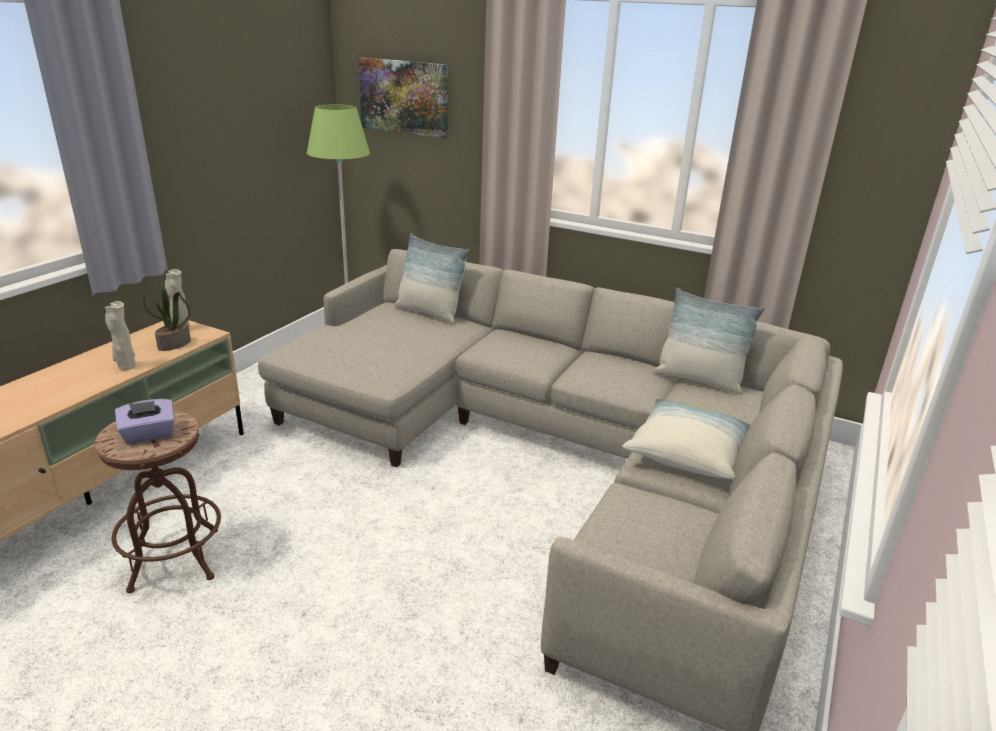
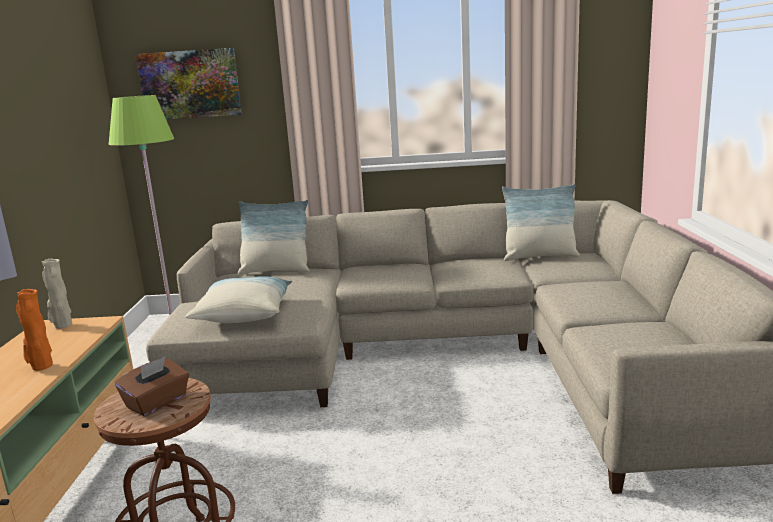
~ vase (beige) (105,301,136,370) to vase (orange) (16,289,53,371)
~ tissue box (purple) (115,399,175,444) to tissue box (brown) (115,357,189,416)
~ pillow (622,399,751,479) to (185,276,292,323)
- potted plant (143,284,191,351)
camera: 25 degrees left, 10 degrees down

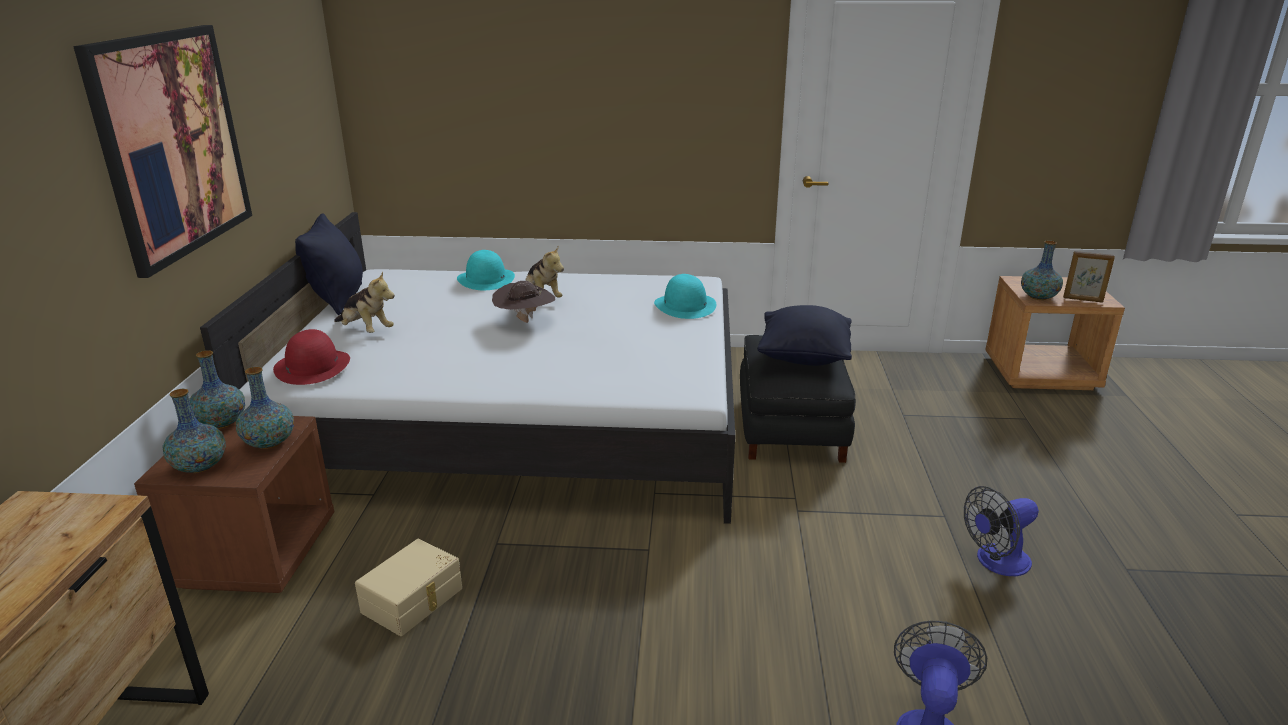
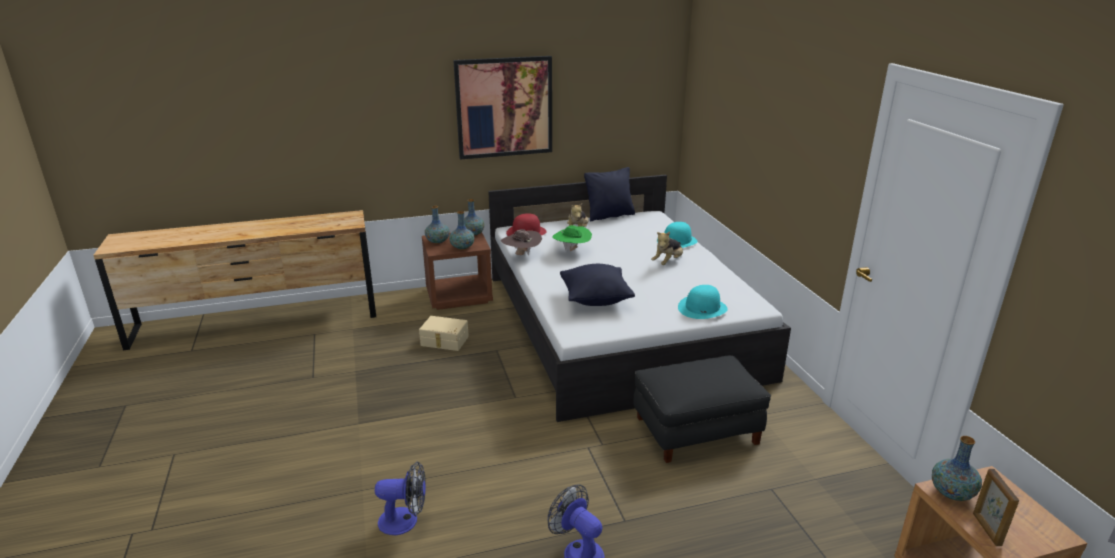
~ hat (brown) (492,281,555,323) to (501,229,542,256)
+ hat (green) (552,225,592,251)
~ pillow (black) (757,305,852,366) to (560,264,635,306)
camera: 70 degrees right, 0 degrees up

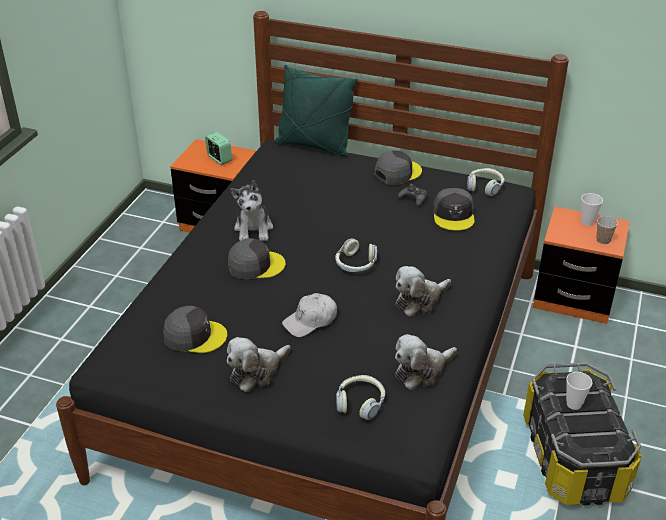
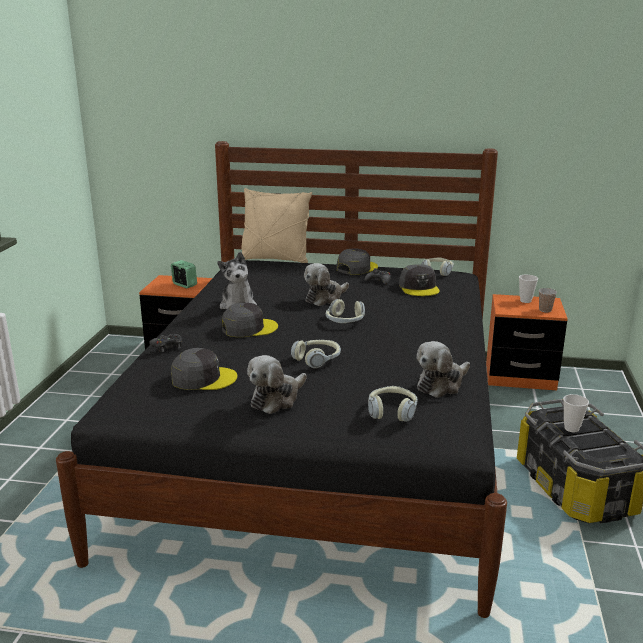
+ game controller (black) (150,334,182,352)
~ pillow (green) (275,65,358,157) to pillow (beige) (241,188,312,263)
~ cap (white) (282,293,337,337) to headphones (291,340,341,368)
~ plush toy (395,266,451,317) to (304,263,349,306)
camera: 10 degrees left, 15 degrees down

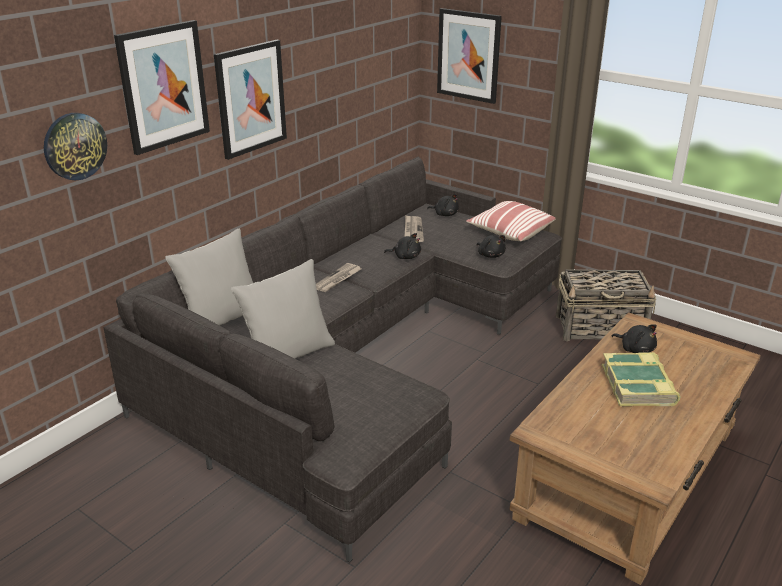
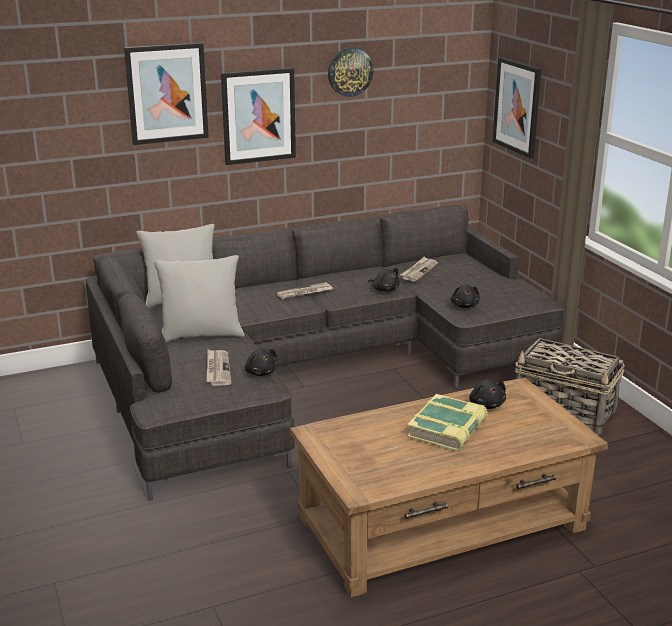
+ newspaper (207,349,232,386)
~ plush toy (black) (427,194,459,216) to (245,349,278,376)
~ wall clock (44,113,107,181) to (328,47,374,97)
- pillow (466,201,556,241)
camera: 30 degrees right, 5 degrees down

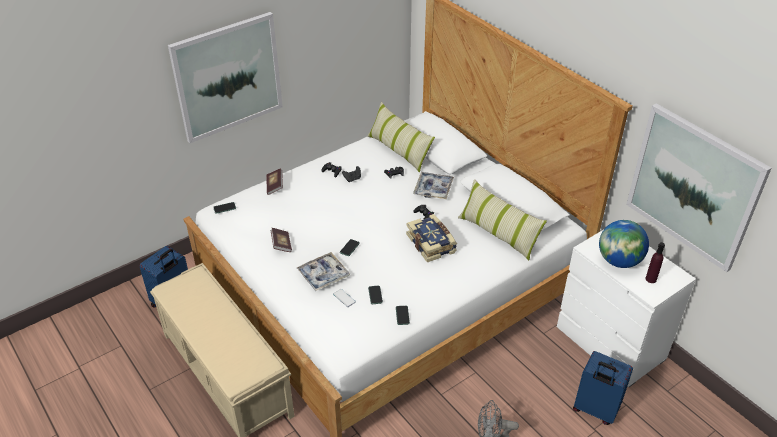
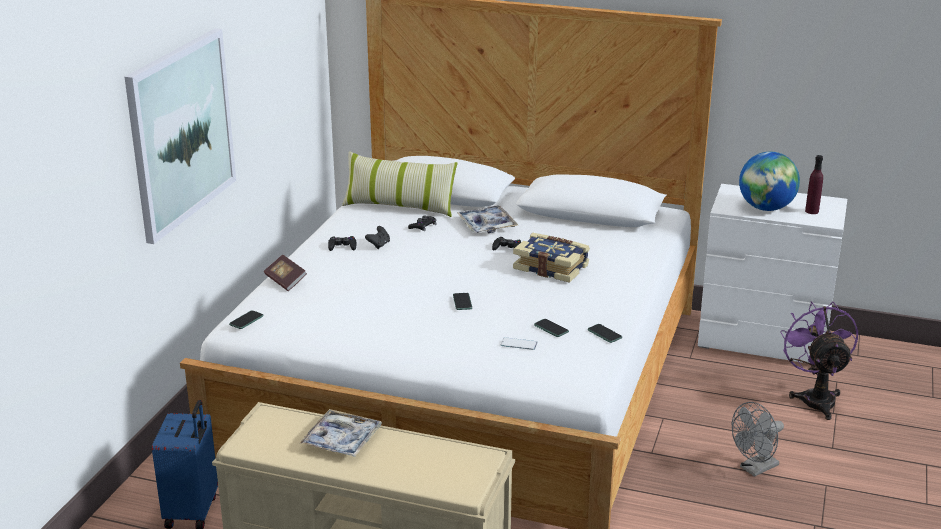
~ tray (297,252,350,291) to (300,409,382,457)
~ suitcase (blue) (573,351,633,425) to fan (purple) (780,301,858,420)
- book (271,228,292,252)
- pillow (458,179,547,260)
- picture (626,103,772,272)
camera: 35 degrees left, 15 degrees down

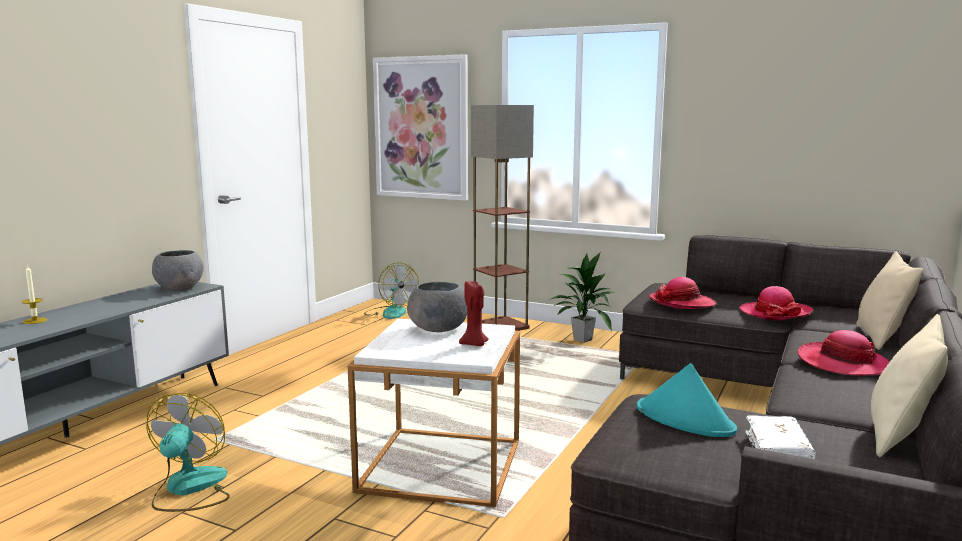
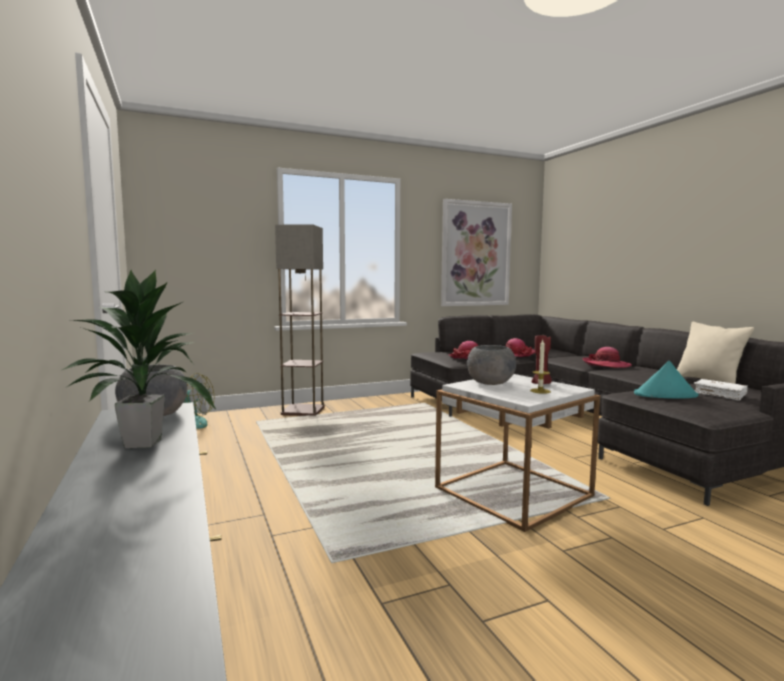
~ potted plant (549,252,615,343) to (62,270,216,448)
~ picture (373,54,468,201) to (441,199,512,306)
~ candle (22,264,47,324) to (530,340,551,394)
- fan (147,393,230,512)
- pillow (beige) (856,251,923,350)
camera: 50 degrees left, 5 degrees down

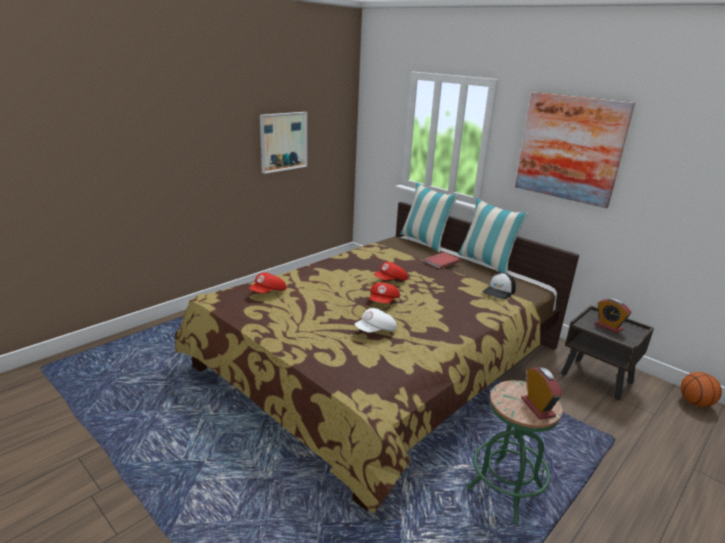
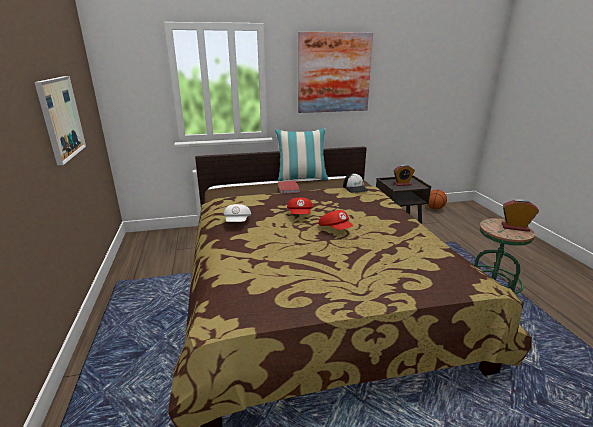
~ cap (white) (355,308,397,333) to (224,204,251,222)
- cap (red) (249,273,287,293)
- pillow (400,182,459,252)
camera: 55 degrees left, 0 degrees up

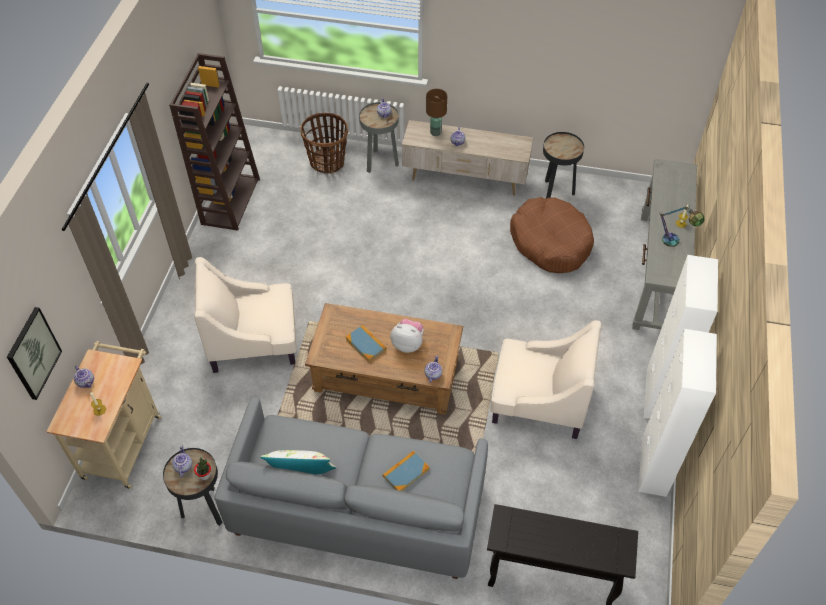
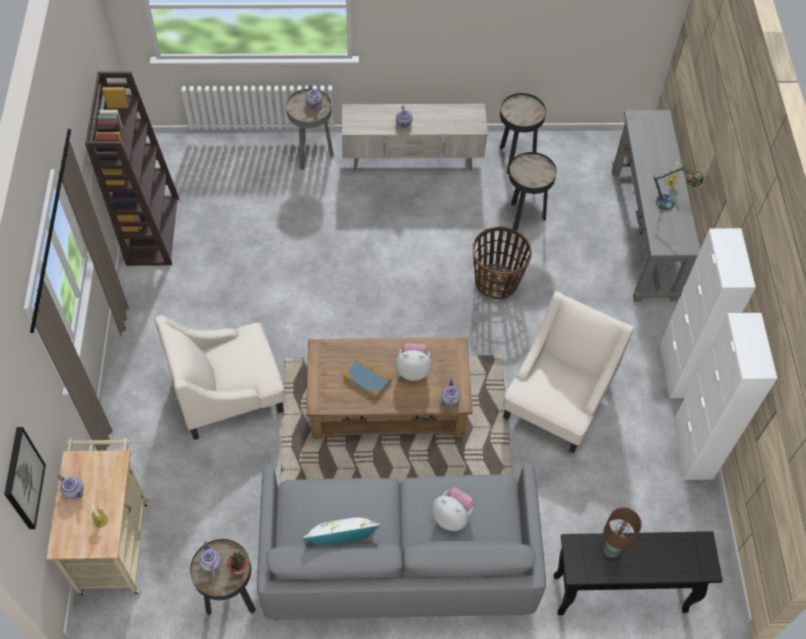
~ book (383,451,430,491) to plush toy (432,488,475,531)
~ basket (300,113,348,174) to (473,227,532,300)
~ armchair (beige) (490,320,602,439) = (503,291,634,454) 60 degrees counterclockwise
~ dog bed (brown) (510,197,594,273) to side table (black) (509,152,557,230)
~ table lamp (brown) (426,89,447,136) to (603,507,642,558)
camera: 15 degrees left, 5 degrees up

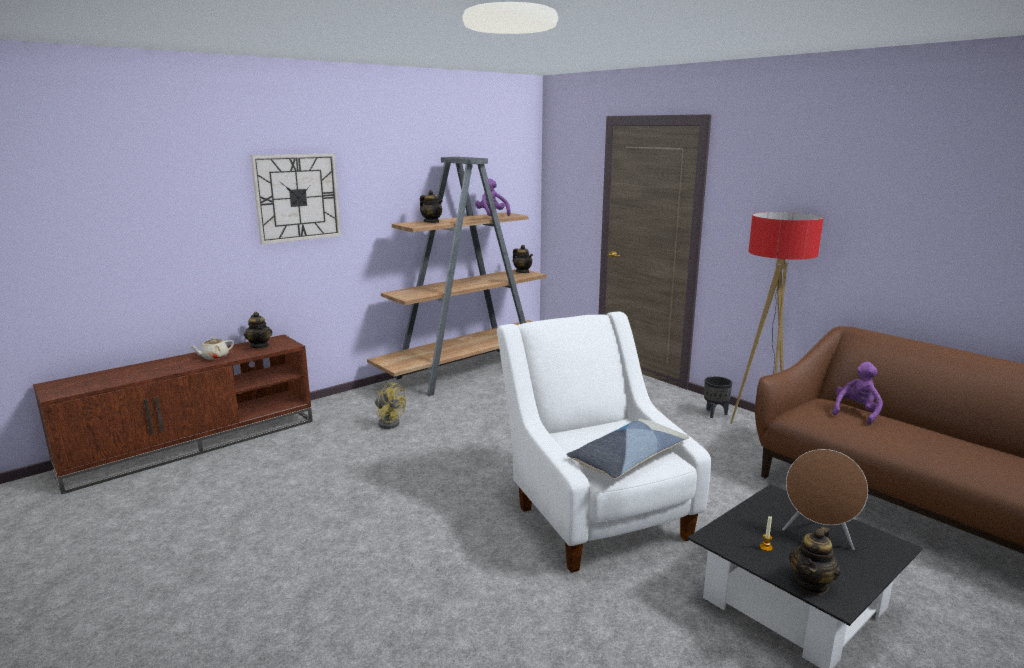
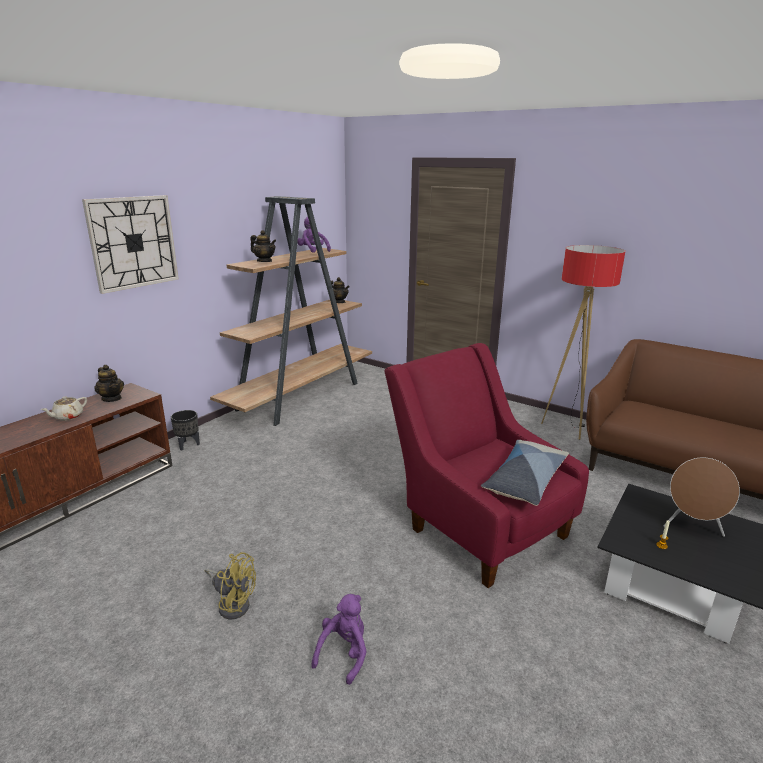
~ planter (black) (704,376,732,418) to (171,410,200,450)
~ fan (yellow) (375,382,406,429) to (205,552,256,620)
~ plush toy (purple) (832,362,883,425) to (311,594,367,685)
~ armchair (white) (497,311,711,573) to armchair (red) (384,343,589,588)
- teapot (789,526,840,595)
camera: 15 degrees left, 5 degrees up

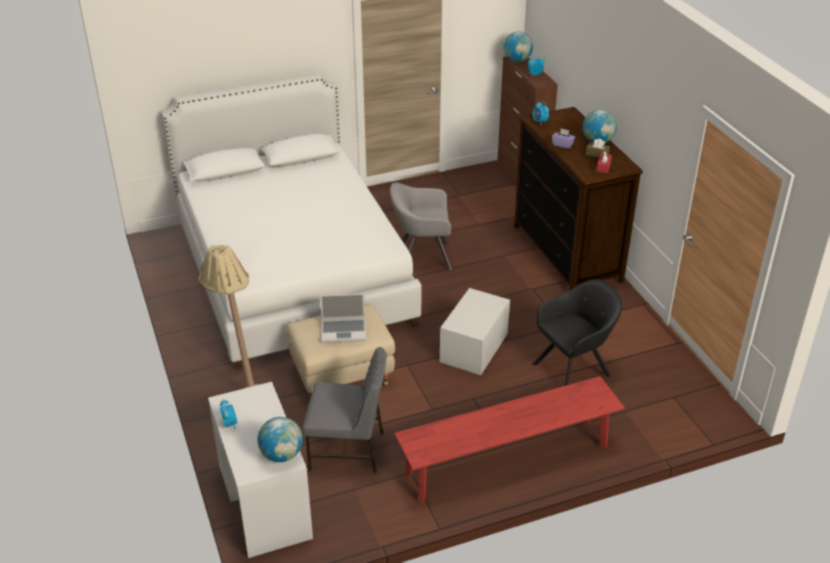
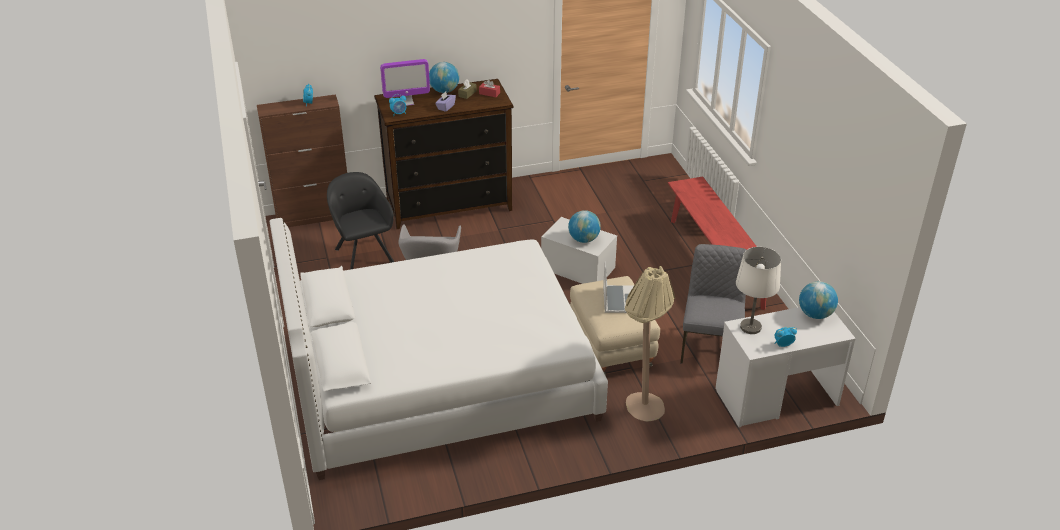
~ armchair (black) (532,279,622,386) to (327,172,394,270)
+ monitor (380,59,430,106)
~ globe (503,31,533,62) to (568,210,601,243)
+ table lamp (white) (736,247,781,334)
camera: 85 degrees left, 0 degrees up

